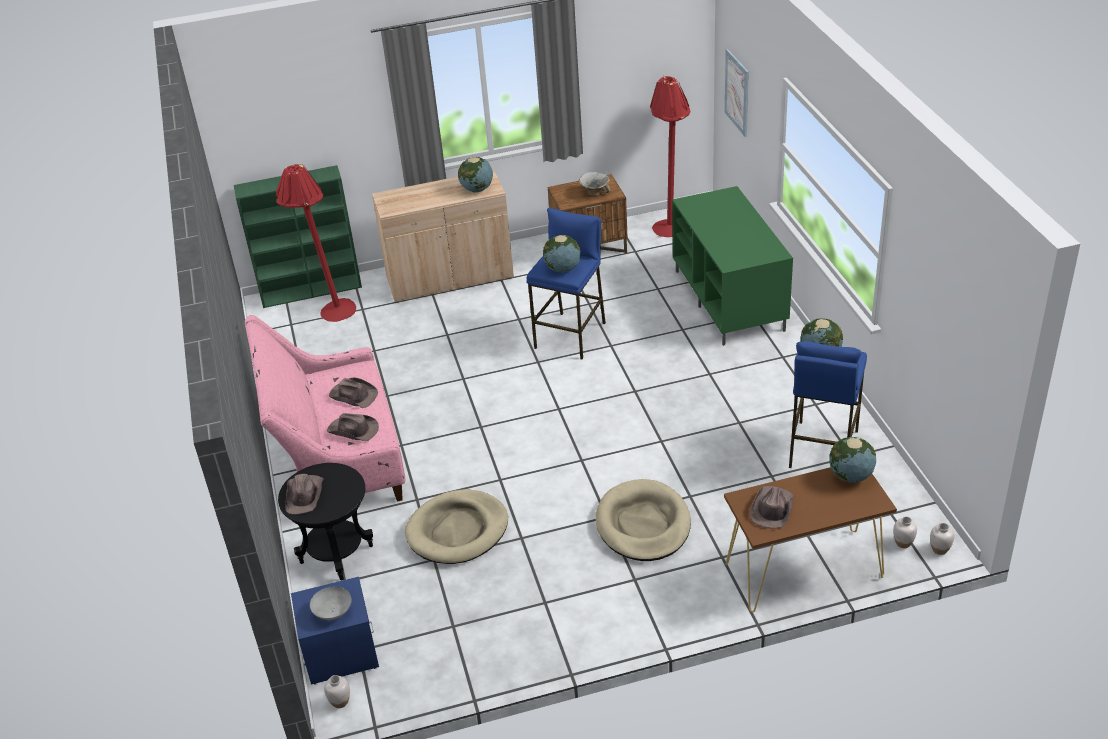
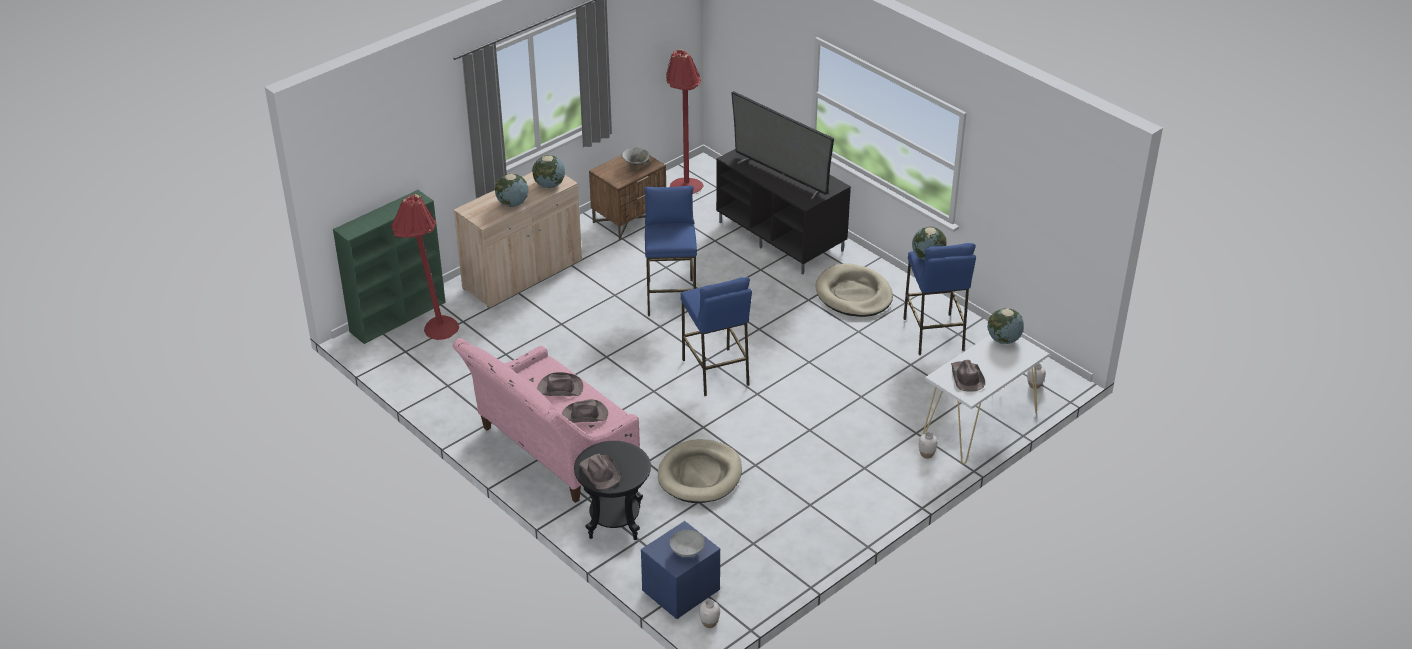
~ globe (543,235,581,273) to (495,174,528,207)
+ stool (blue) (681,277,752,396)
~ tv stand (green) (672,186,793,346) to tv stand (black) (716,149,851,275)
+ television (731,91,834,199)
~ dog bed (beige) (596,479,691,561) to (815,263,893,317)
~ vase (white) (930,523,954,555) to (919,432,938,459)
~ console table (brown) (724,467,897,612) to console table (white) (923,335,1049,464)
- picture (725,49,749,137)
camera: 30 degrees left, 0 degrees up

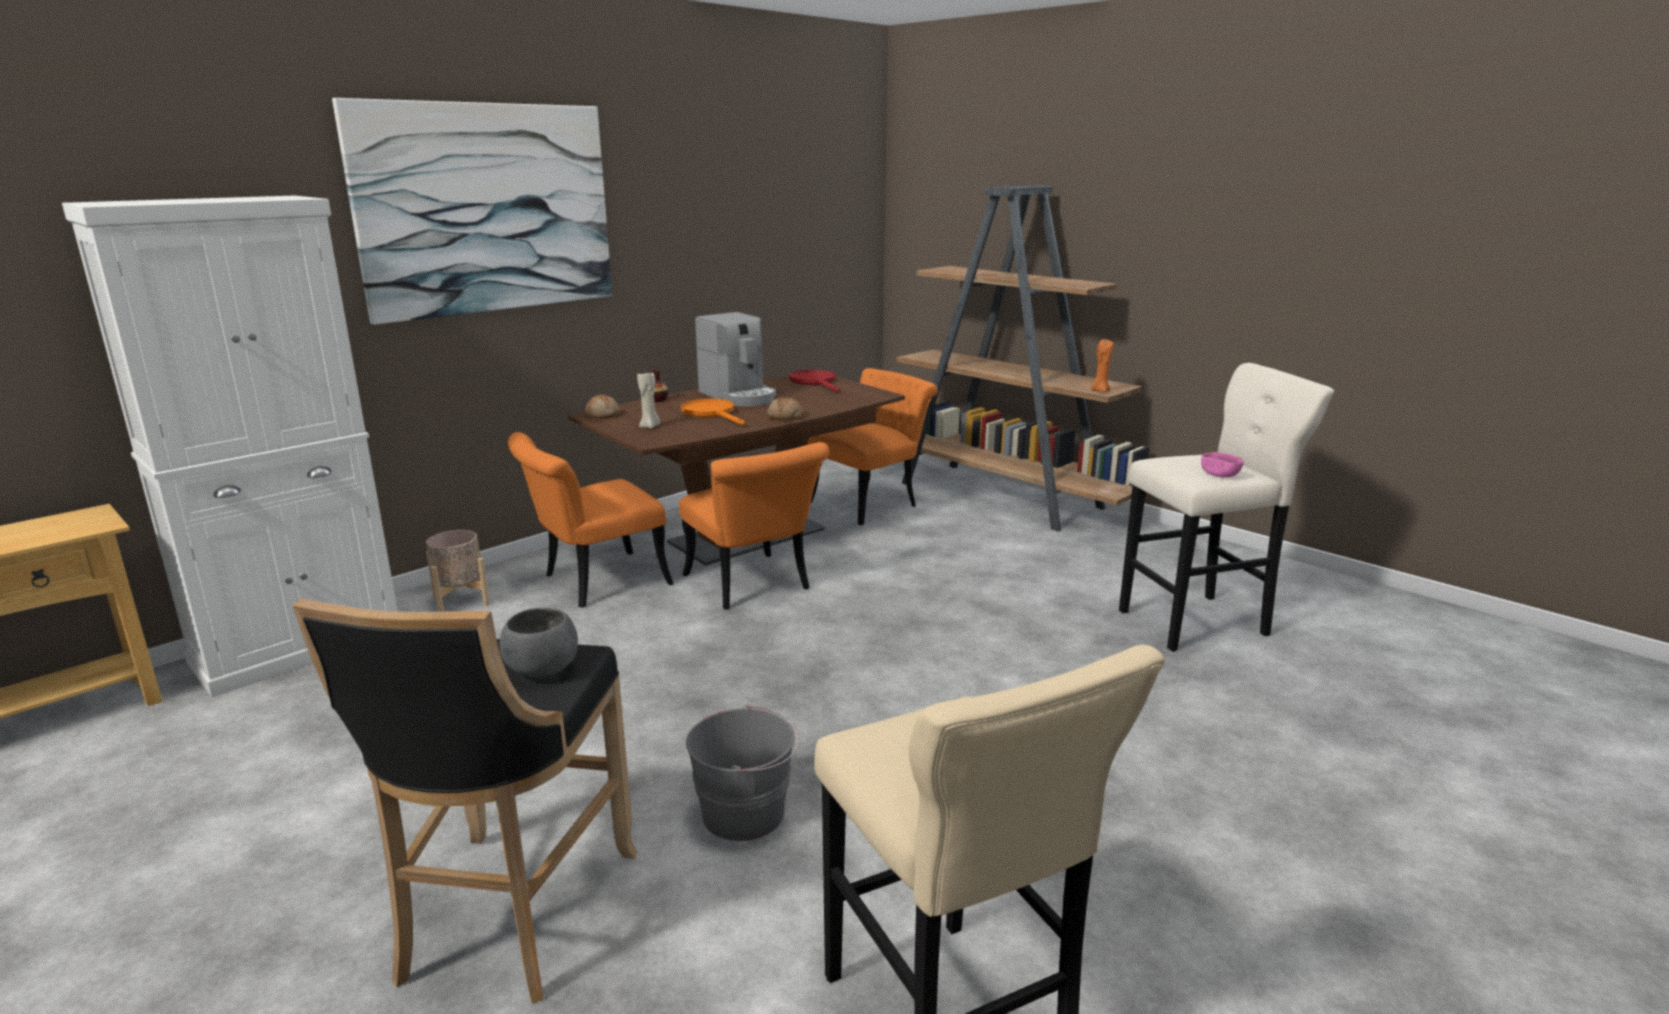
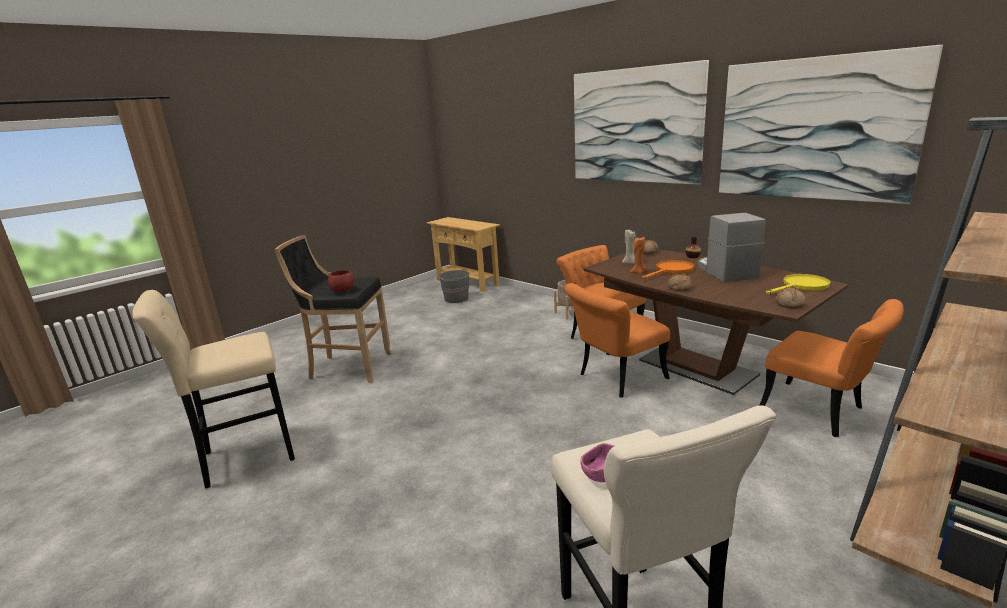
~ bowl (grey) (500,608,578,677) to bowl (red) (328,270,354,292)
~ bucket (grey) (686,705,799,841) to (438,270,470,303)
~ candle (orange) (1091,339,1114,392) to (630,237,648,274)
~ coffee machine (695,312,776,406) = (698,213,766,282) 120 degrees clockwise
+ picture (719,45,943,204)
~ frying pan (red) (789,370,840,392) to frying pan (yellow) (766,274,830,294)
+ bread (775,287,806,309)
- cabinet (white) (62,196,398,697)
camera: 90 degrees right, 0 degrees up

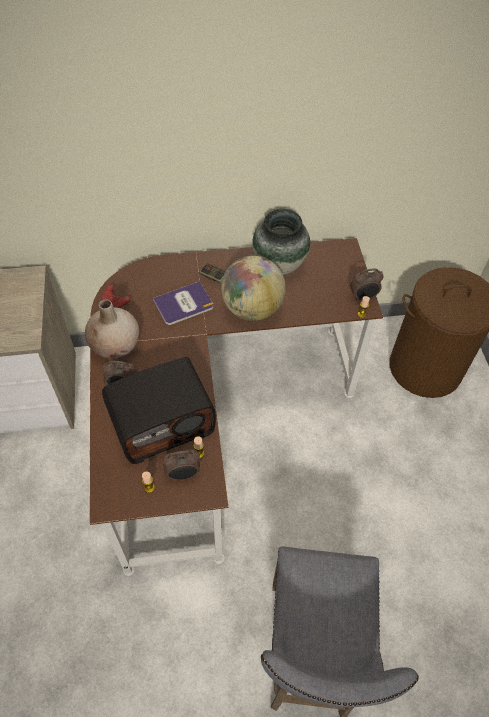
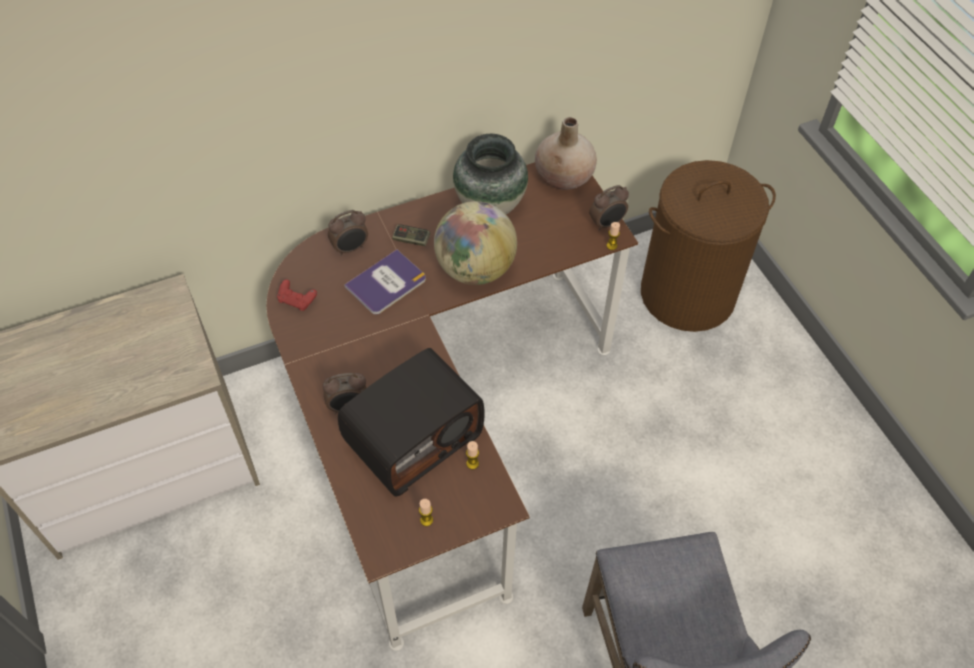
~ alarm clock (163,449,200,481) to (328,210,368,256)
~ vase (beige) (85,299,139,358) to (535,117,597,190)
camera: 15 degrees left, 0 degrees up

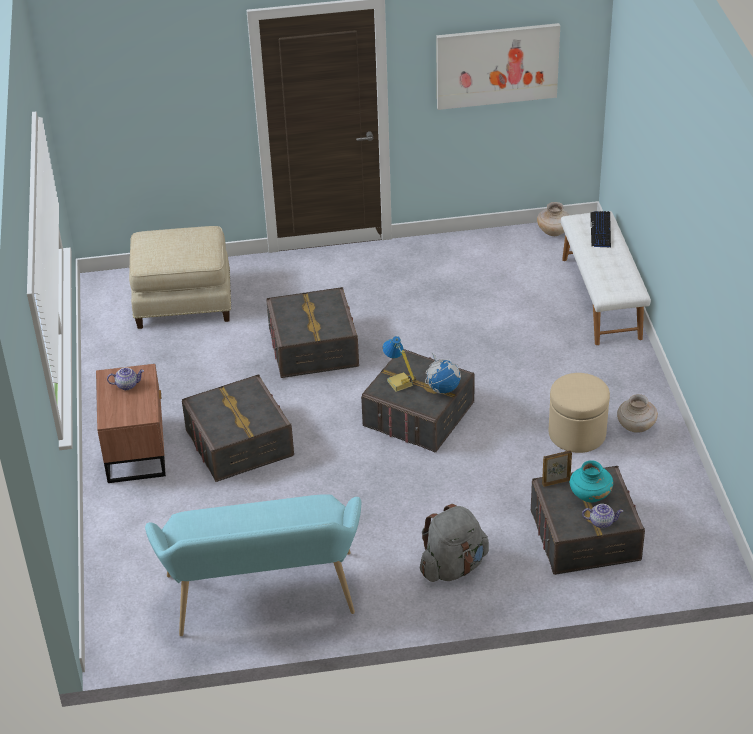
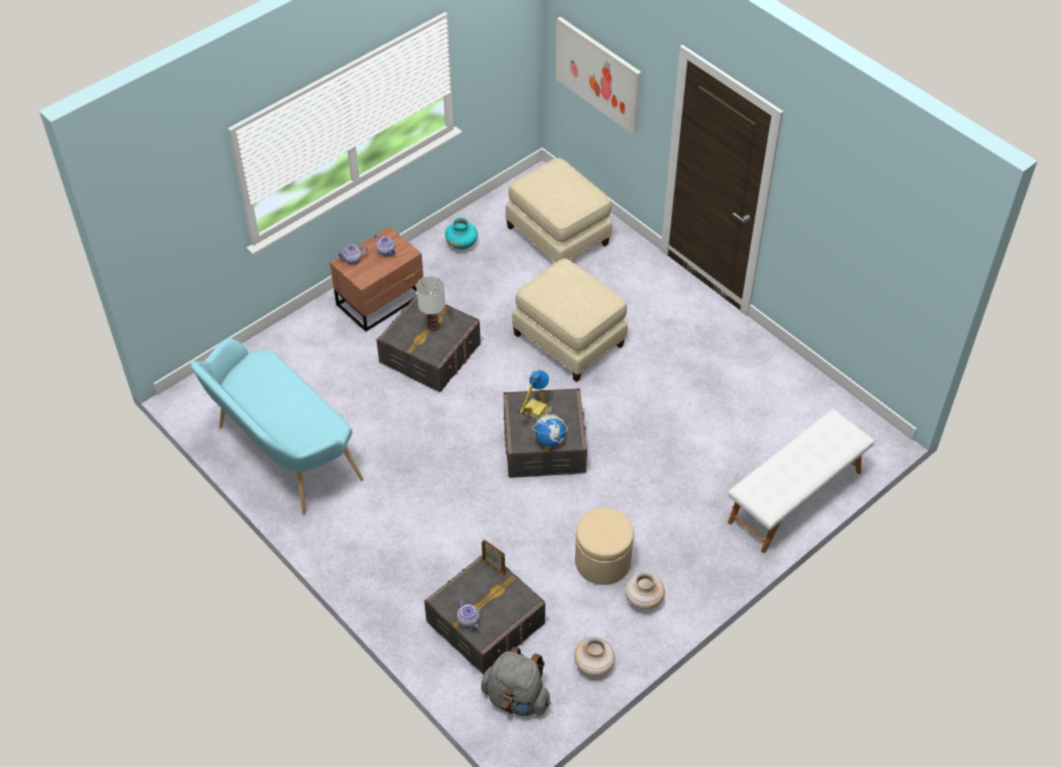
+ teapot (336,245,368,265)
+ table lamp (white) (416,276,445,331)
~ vase (turquoise) (570,460,613,503) to (445,218,478,250)
~ backpack (grey) (420,504,489,582) to (481,647,550,716)
~ storage box (grey) (266,287,359,378) to ottoman (beige) (512,258,628,382)
~ picture (436,23,560,110) to (556,17,641,135)
~ vase (beige) (537,202,569,236) to (574,637,615,676)
- keyboard (590,211,611,248)
camera: 55 degrees right, 10 degrees up

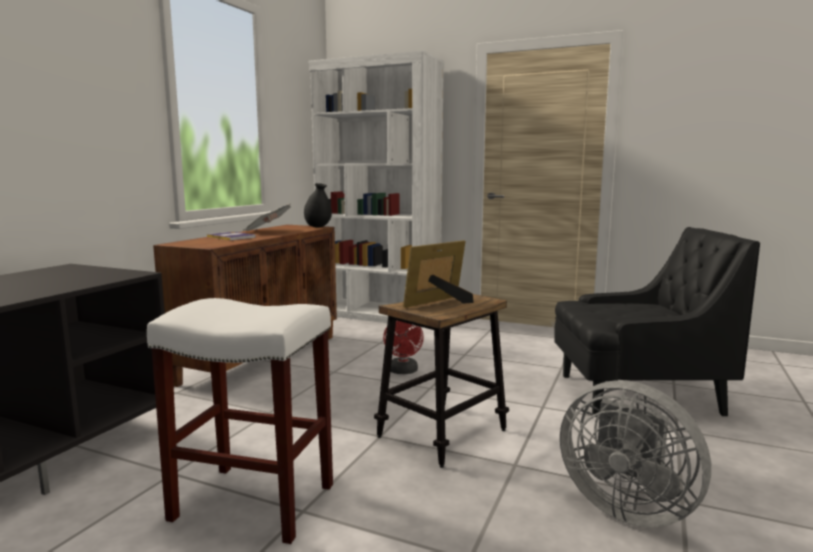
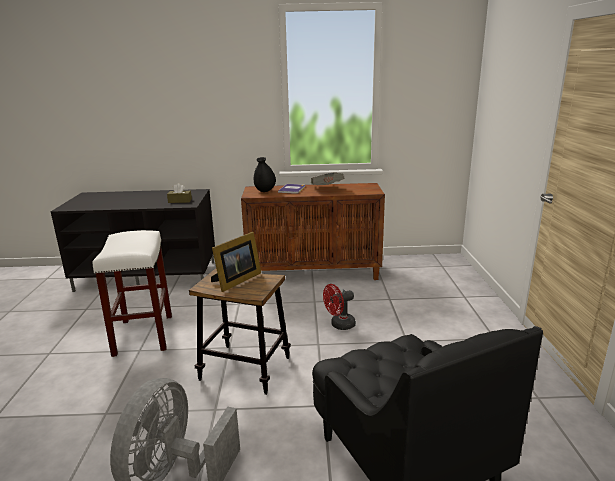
+ tissue box (brown) (167,183,192,203)
~ picture frame (403,240,473,308) = (211,232,261,292) 105 degrees clockwise
~ vase (black) (304,183,332,227) to (254,157,276,192)
- bookcase (white) (309,50,444,328)
camera: 65 degrees right, 10 degrees up

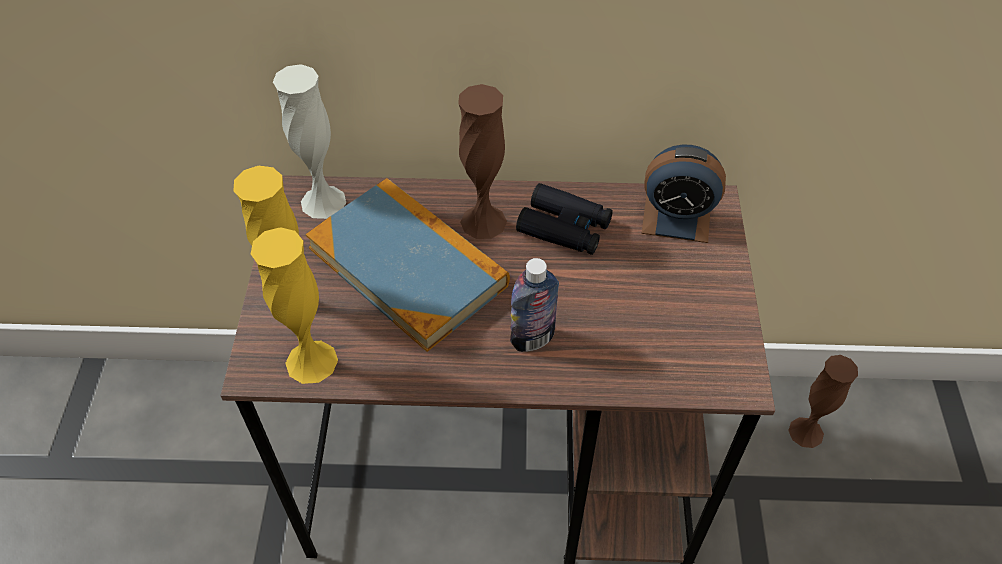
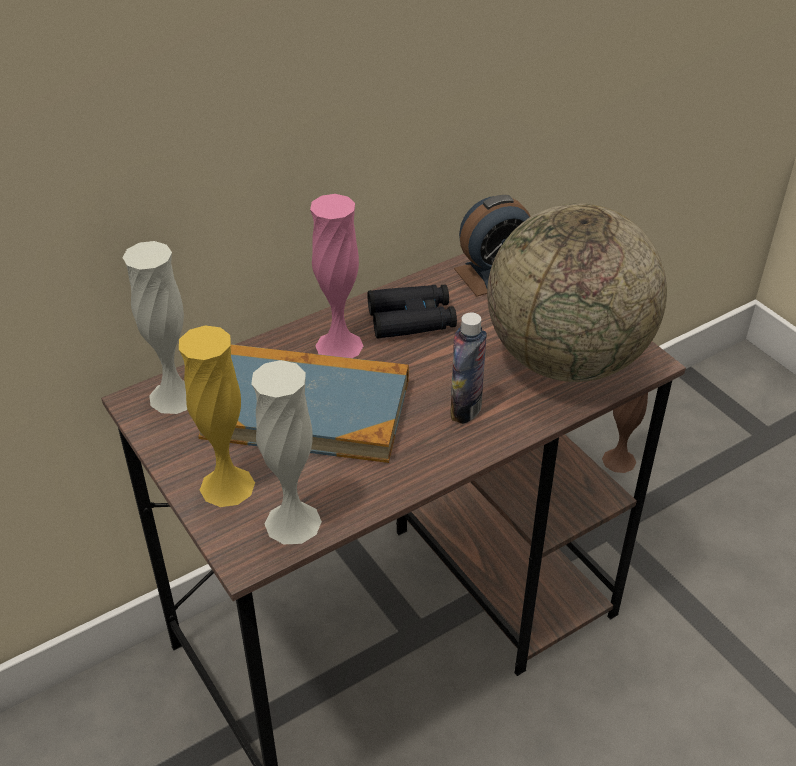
~ vase (yellow) (251,227,338,384) to vase (white) (251,360,322,544)
~ vase (brown) (458,84,507,239) to vase (pink) (310,194,363,358)
+ globe (487,203,667,382)
camera: 35 degrees left, 10 degrees down

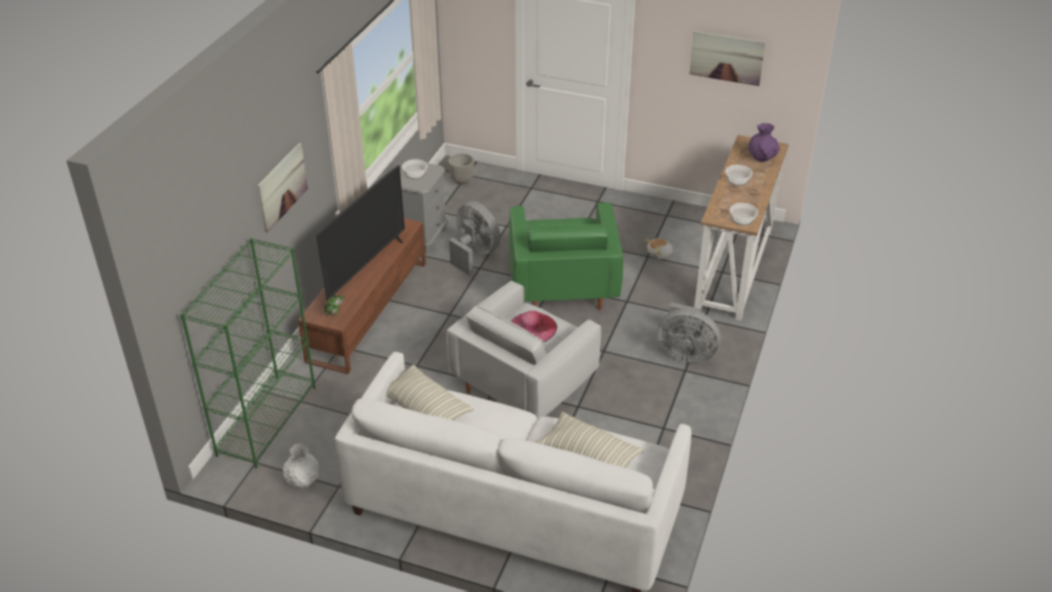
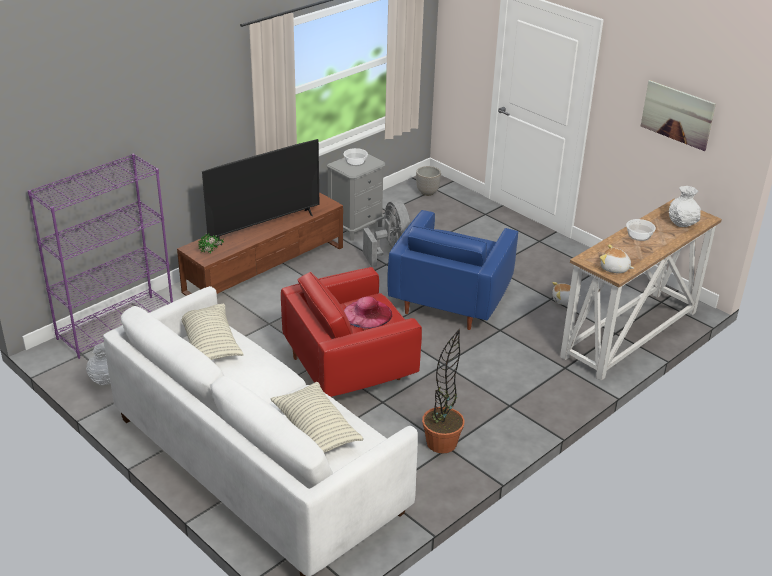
~ bookcase (green) (180,238,316,468) to bookcase (purple) (28,154,173,359)
~ armchair (white) (446,281,601,419) to armchair (red) (281,267,422,397)
~ armchair (green) (509,203,623,310) to armchair (blue) (387,210,518,330)
+ potted plant (422,329,465,453)
~ bowl (730,203,758,226) to plush toy (600,245,634,273)
~ vase (purple) (748,123,780,162) to vase (white) (669,186,701,227)
- picture (257,143,308,233)
- fan (grey) (658,303,721,363)
camera: 25 degrees right, 5 degrees down

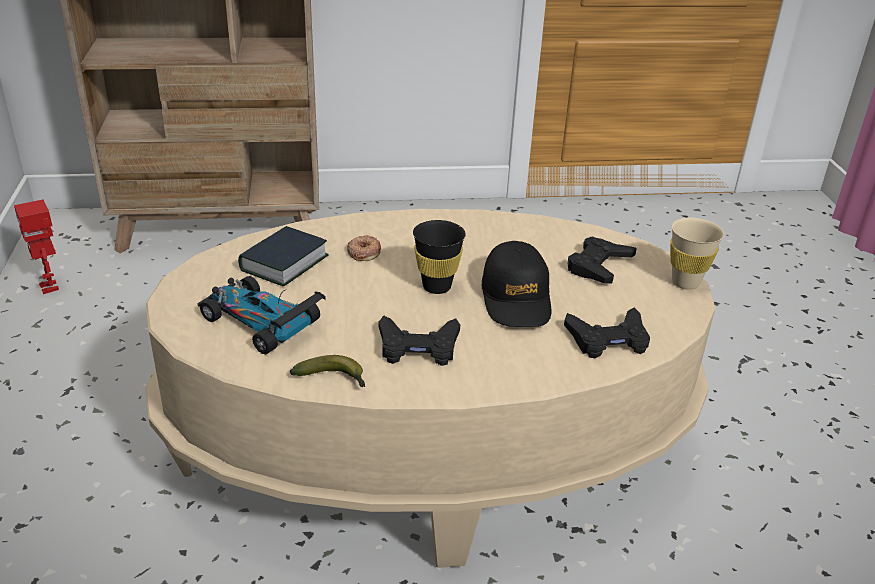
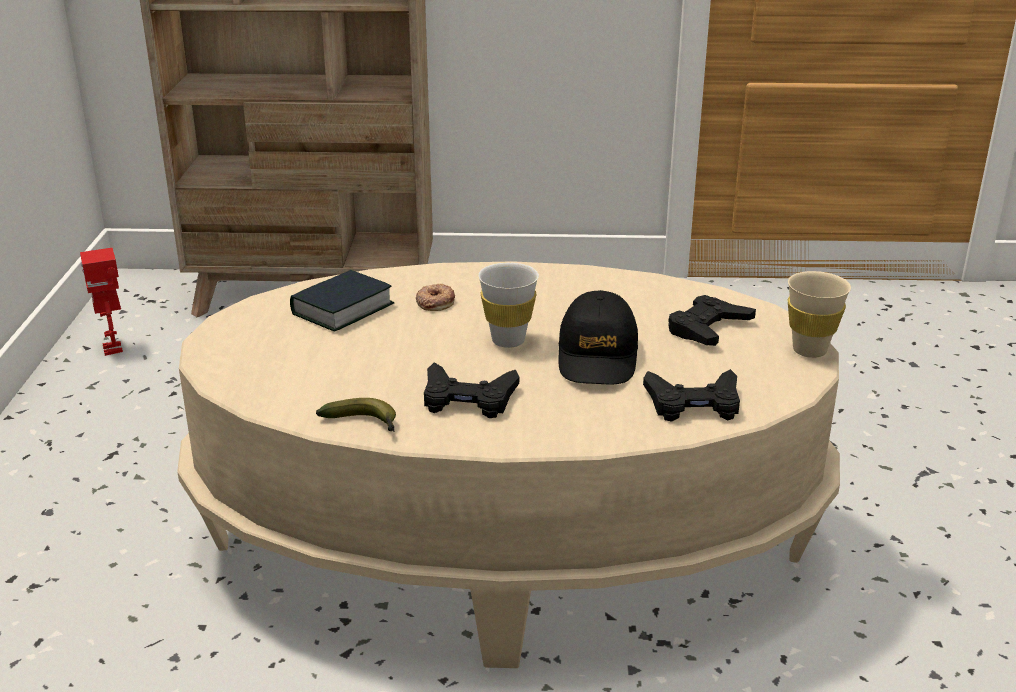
~ cup (black) (413,220,466,294) to cup (white) (478,262,539,348)
- toy car (197,276,325,354)
camera: 10 degrees right, 5 degrees down

